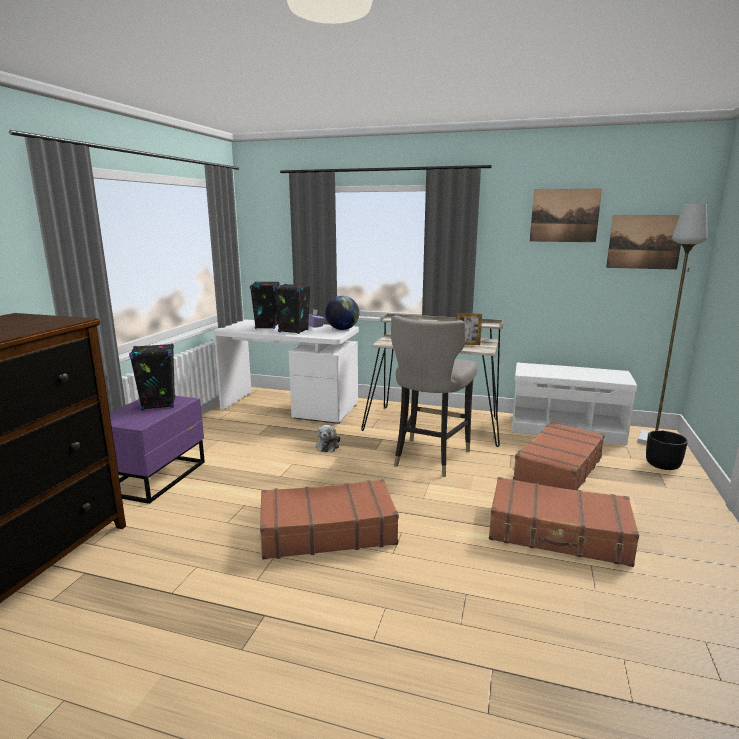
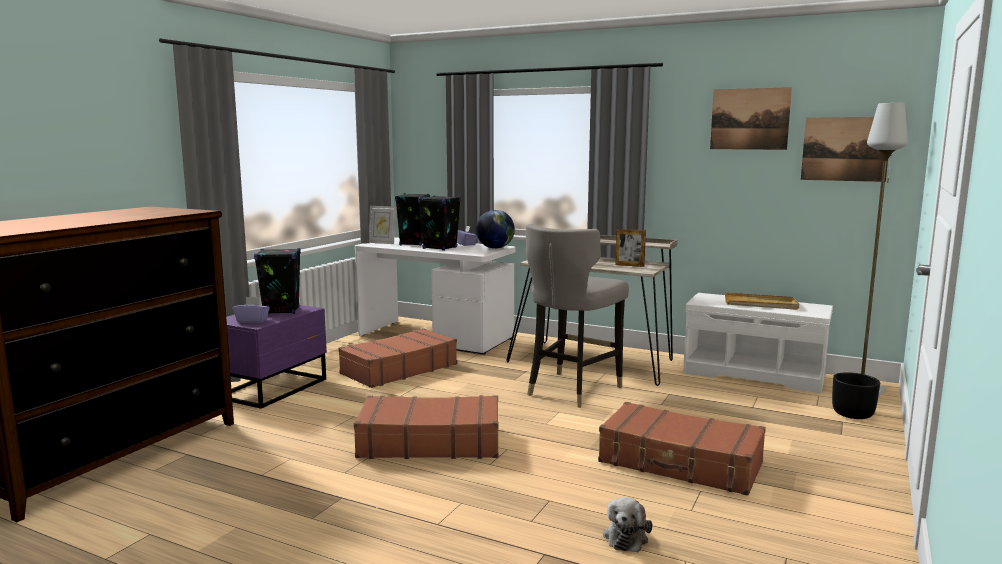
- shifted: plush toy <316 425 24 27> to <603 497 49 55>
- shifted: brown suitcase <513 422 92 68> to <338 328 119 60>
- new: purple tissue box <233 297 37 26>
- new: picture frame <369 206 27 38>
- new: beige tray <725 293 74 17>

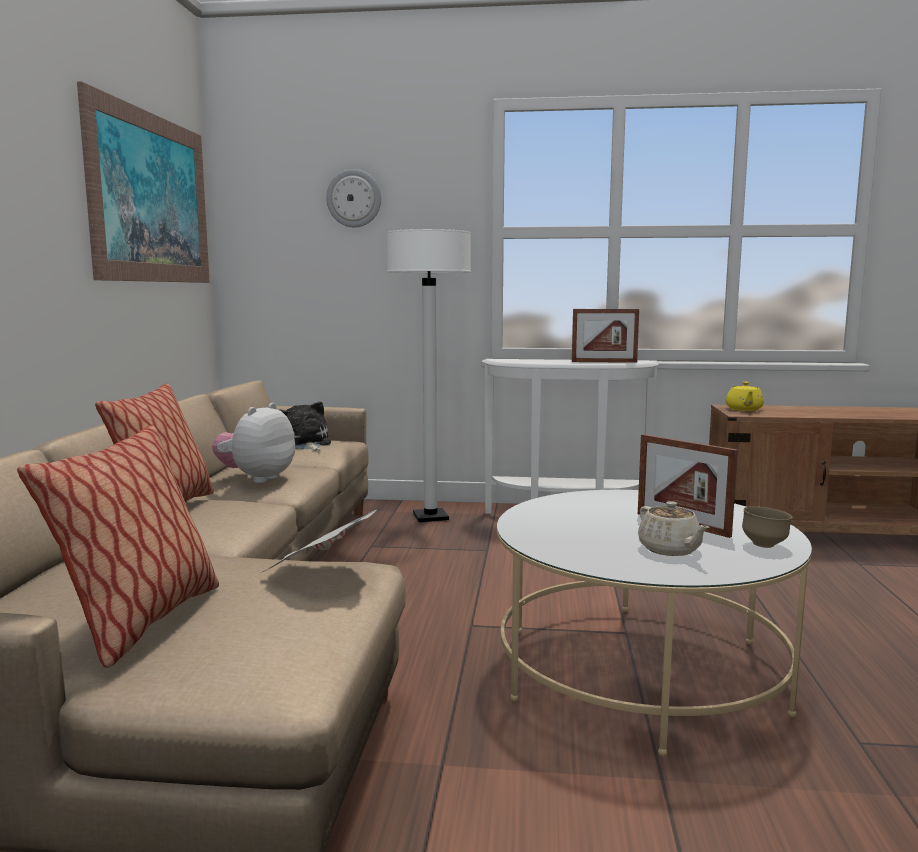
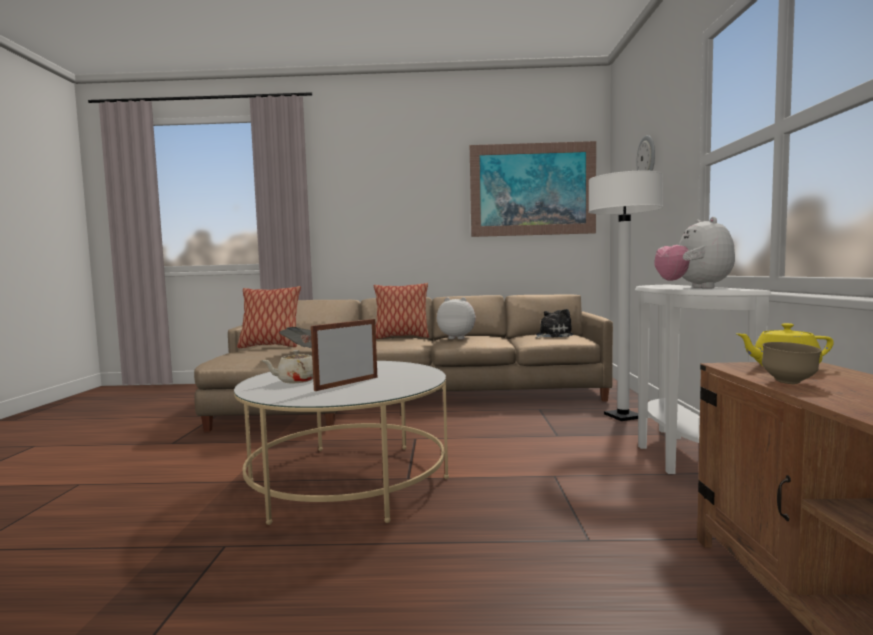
- swapped: picture frame <572 309 67 54> to plush toy <654 217 81 72>
- shifted: brown bowl <742 506 51 42> to <762 342 60 42>

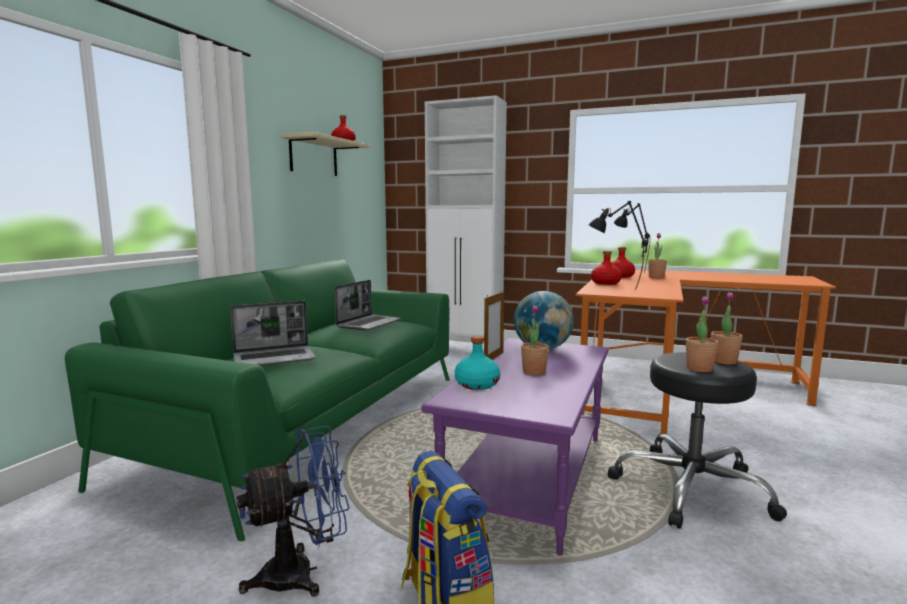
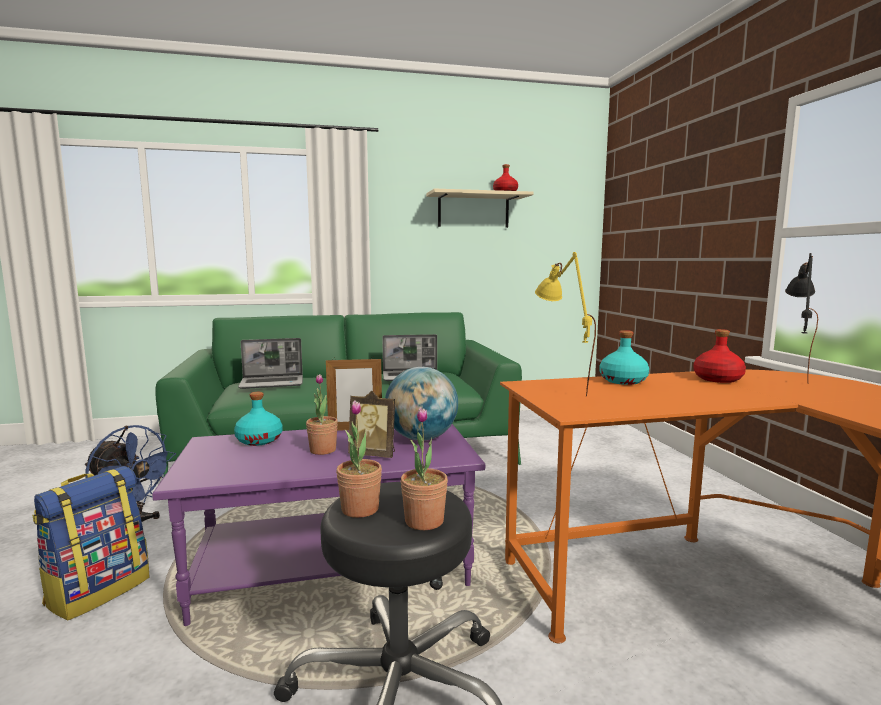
- rotated: laptop <230 301 86 65> = <238 338 65 51> 45 degrees counterclockwise
- gone: white cabinet <425 95 82 242>
- repainted: black table lamp <589 201 59 90> to yellow table lamp <535 252 61 145>
- repainted: red bottle <591 251 31 34> to turquoise bottle <600 330 49 55>
- gone: potted plant <648 233 19 46>
- new: picture frame <348 391 47 67>

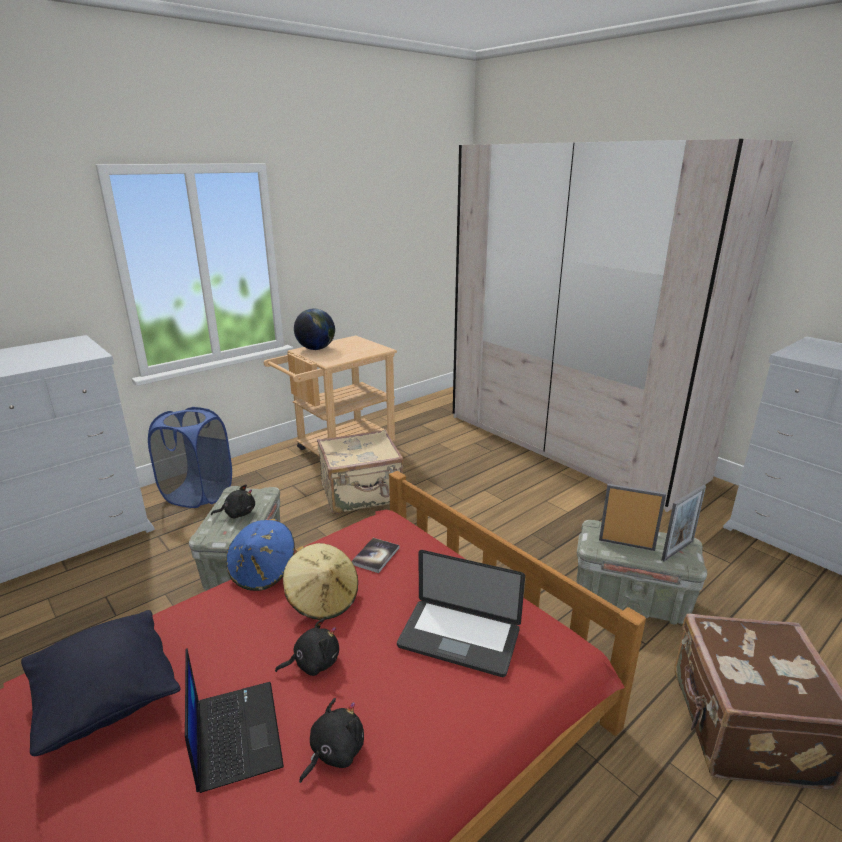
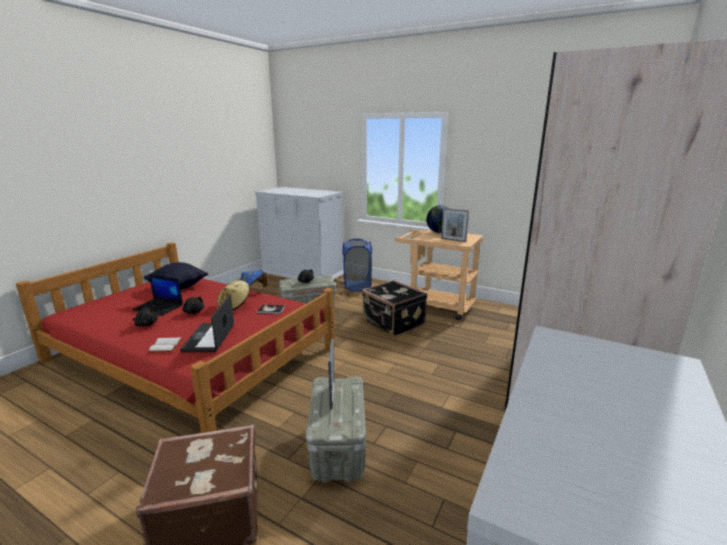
- rotated: laptop <185 648 99 145> = <132 275 51 41> 60 degrees clockwise
- repainted: beige suitcase <317 429 87 85> to black suitcase <362 280 65 56>
- shifted: picture frame <662 485 44 76> to <441 208 28 34>
- new: white book <148 338 35 14>

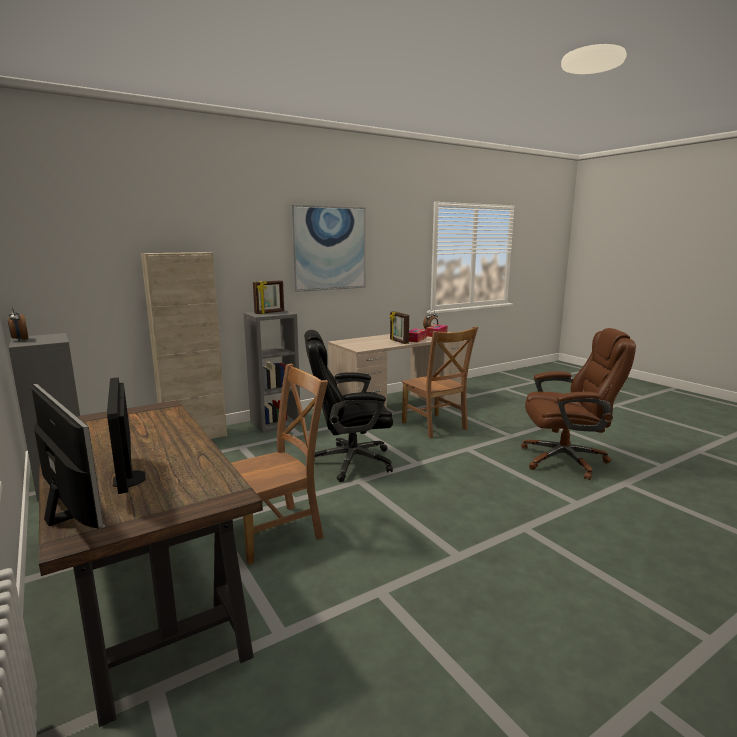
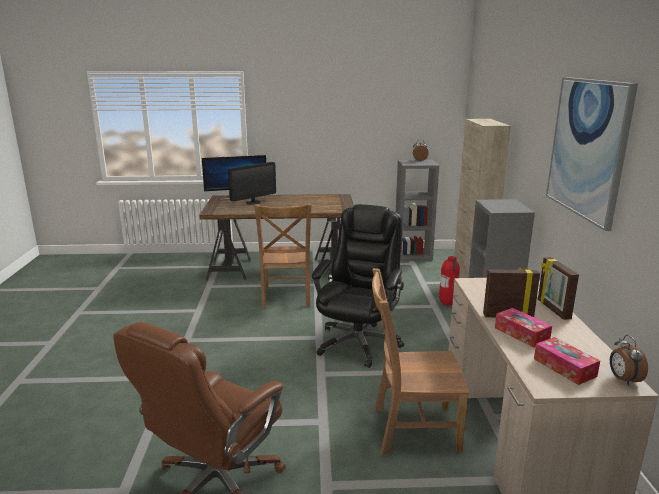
- rotated: monitor <107 378 39 116> = <228 162 48 43> 135 degrees clockwise
- shifted: picture frame <253 280 31 34> to <538 257 41 63>
- new: fire extinguisher <439 256 21 50>

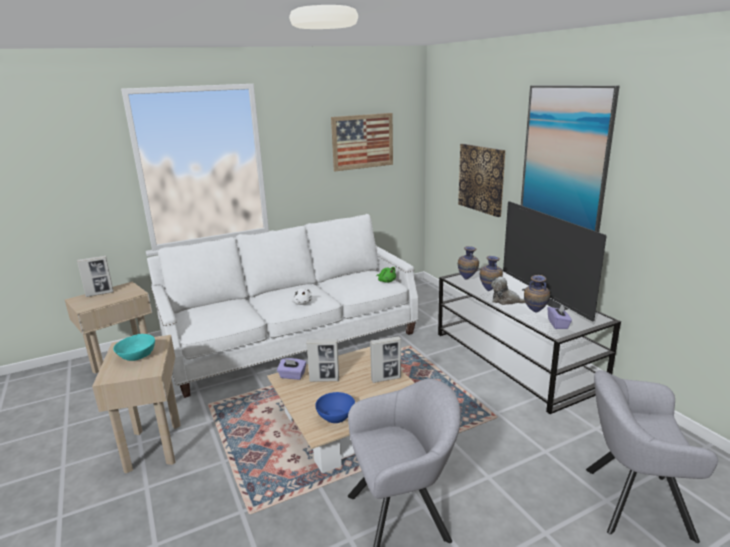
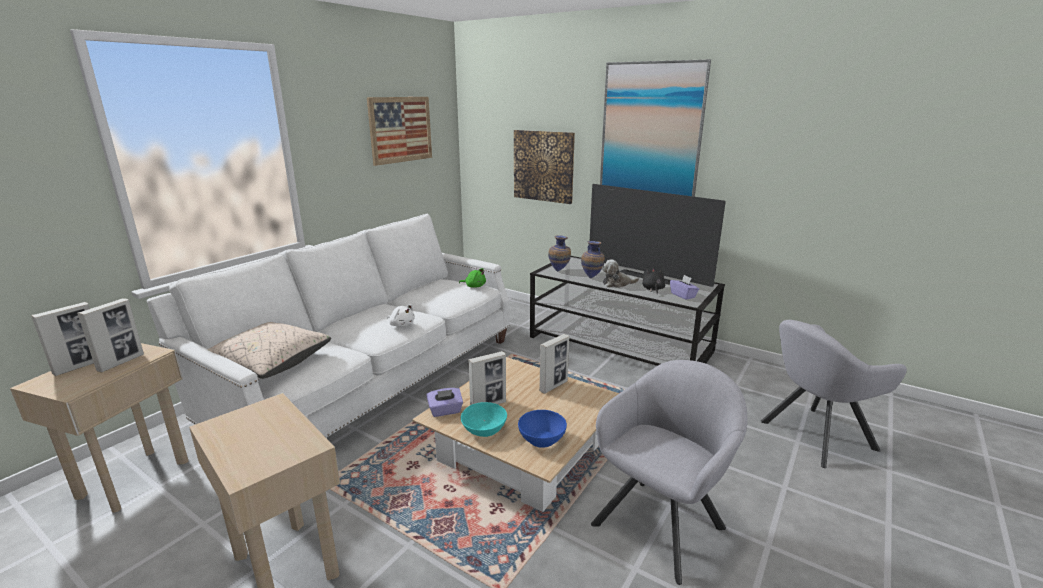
- shifted: turquoise bowl <113 334 42 27> to <461 402 46 35>
- swapped: vase <524 275 26 37> to black plush toy <642 269 23 25>
- new: picture frame <77 298 67 75>
- new: beige pillow <207 322 124 57>

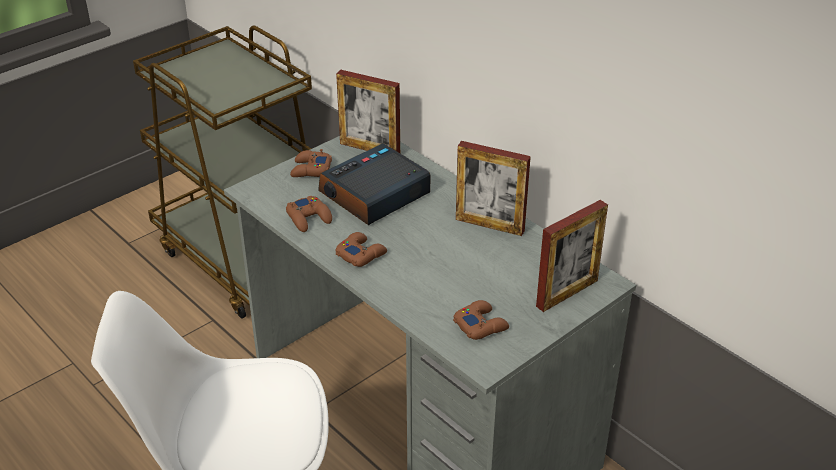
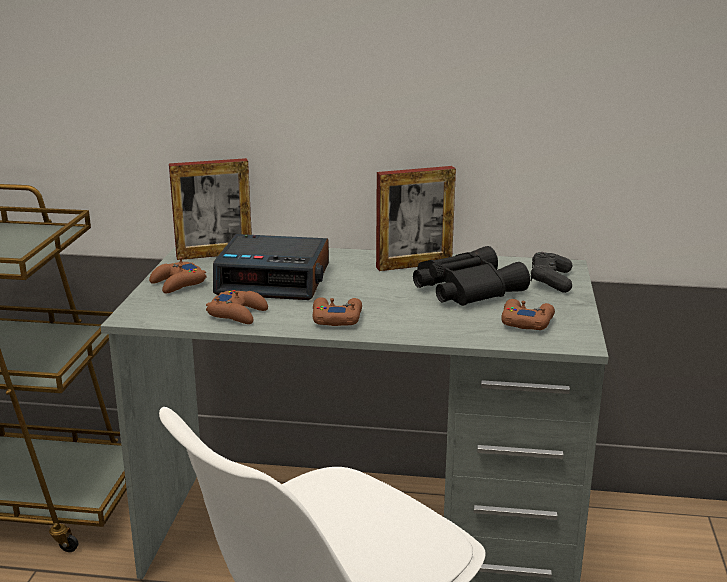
- rotated: alarm clock <318 143 113 82> = <213 234 116 66> 90 degrees counterclockwise
- swapped: picture frame <536 200 72 112> to black game controller <531 252 41 41>
- new: black binoculars <413 246 117 60>

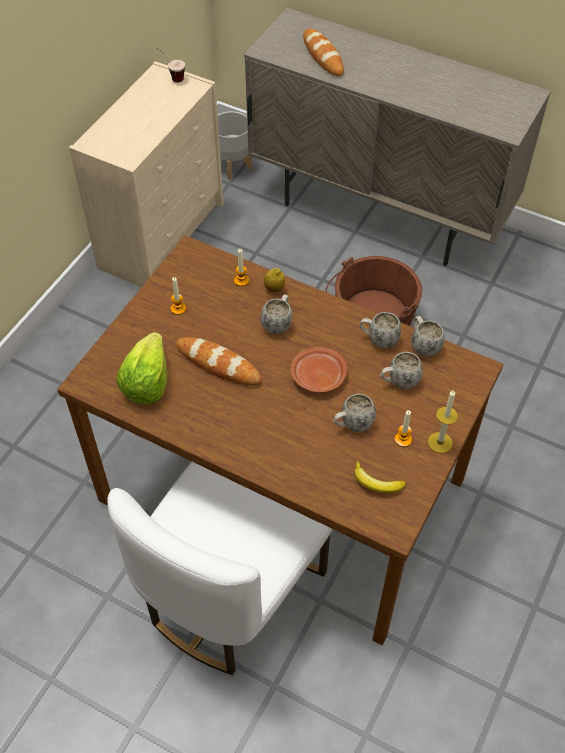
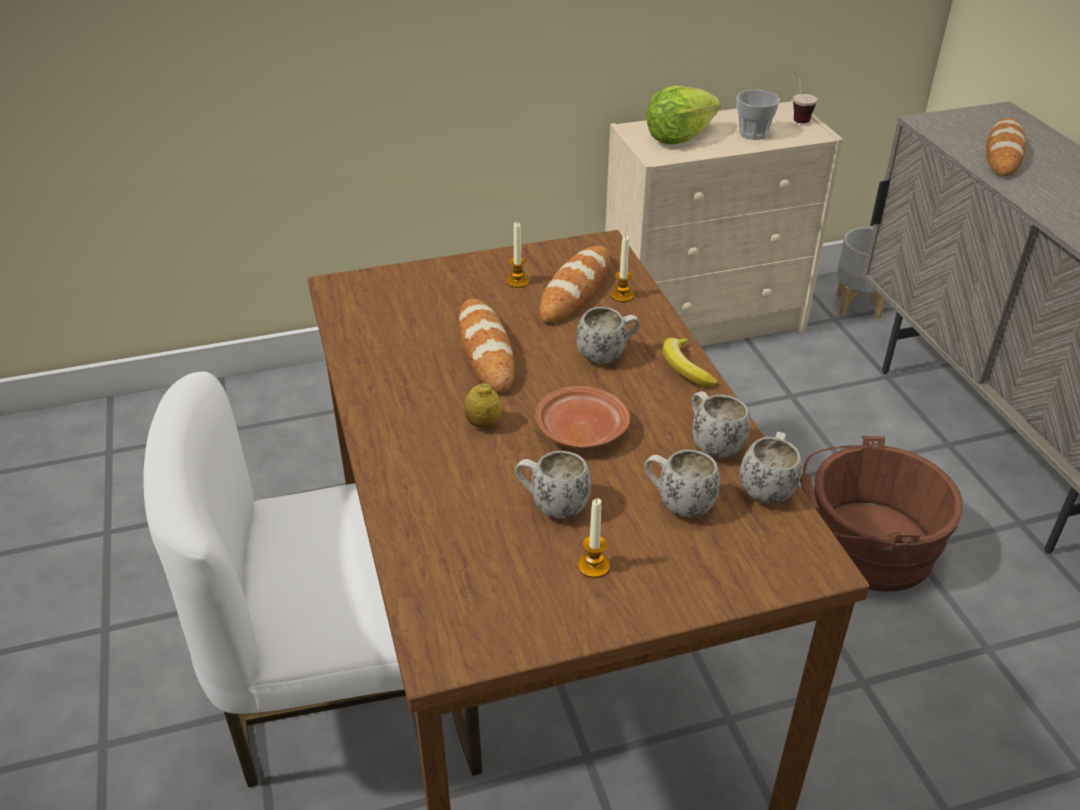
- shifted: lettuce <116 332 51 72> to <646 86 75 58>
- shifted: lemon <264 268 21 24> to <464 383 37 45>
- shifted: banana <354 460 52 33> to <662 338 56 49>
- gone: candle <428 389 30 64>
- new: bread <539 246 71 77>
- new: cup <737 90 43 50>

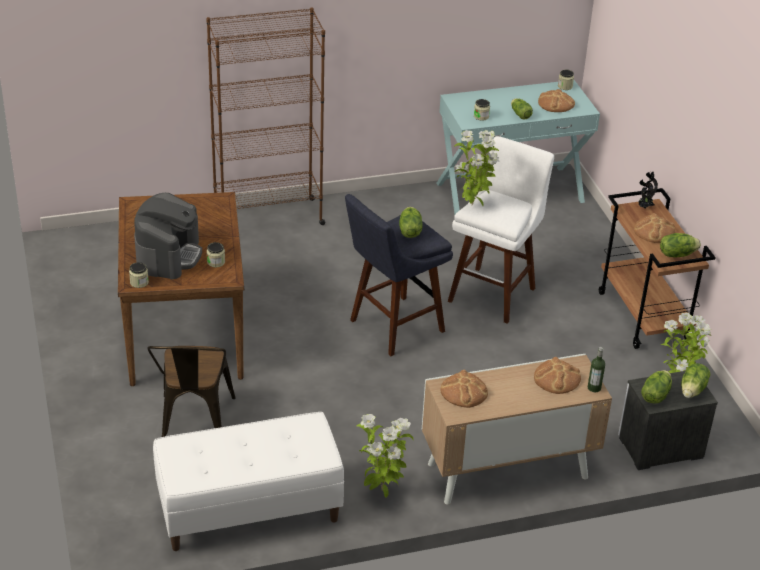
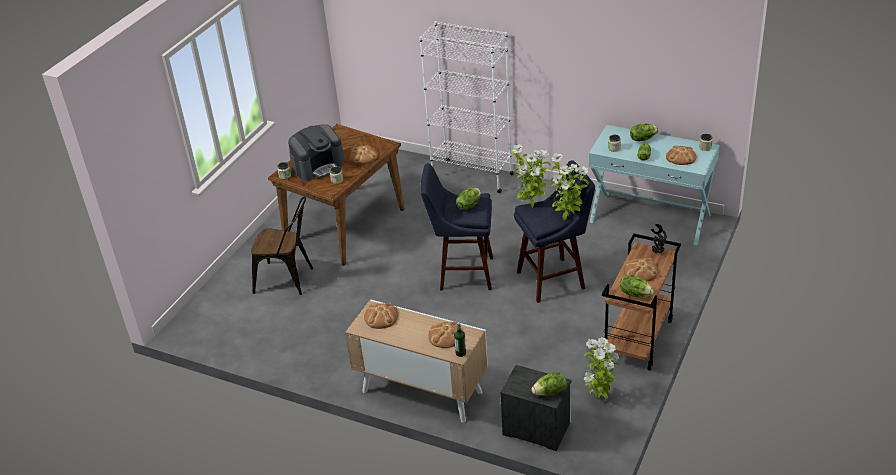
- rotated: brown chair <148 346 87 91> = <251 197 63 98> 120 degrees counterclockwise
- gone: white bench <153 412 191 139>
- repainted: brown bookcase <206 7 120 218> to white bookcase <419 21 95 172>
- shifted: potted plant <356 414 57 84> to <551 153 38 67>
- repainted: white stool <448 136 106 188> to blue stool <514 160 81 143>
- shifted: lettuce <641 370 31 34> to <630 124 28 17>
- new: bread <349 145 29 19>

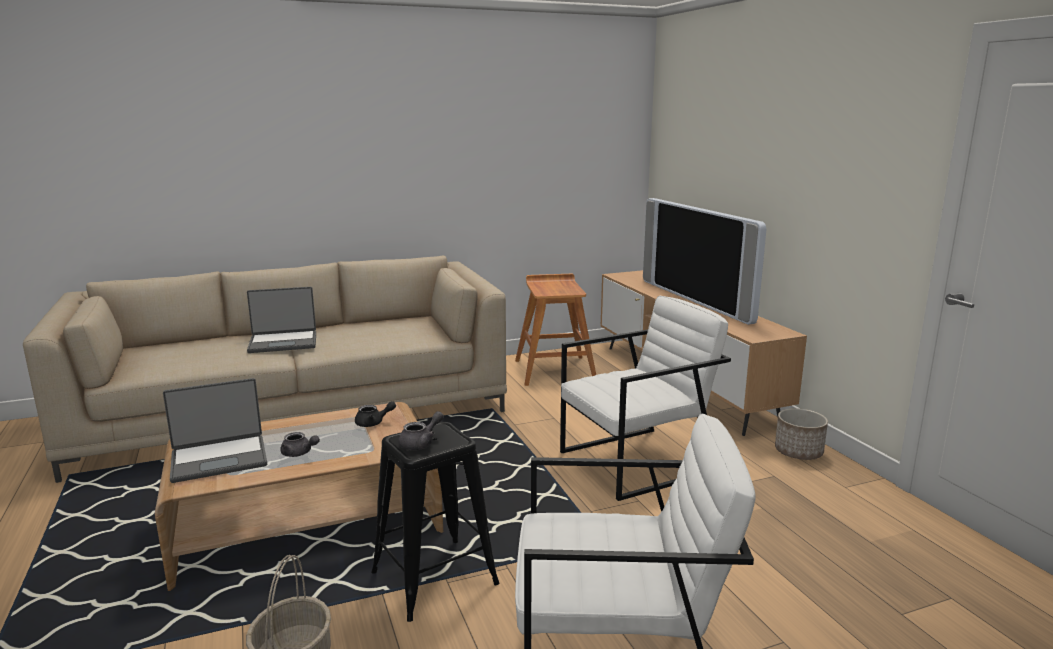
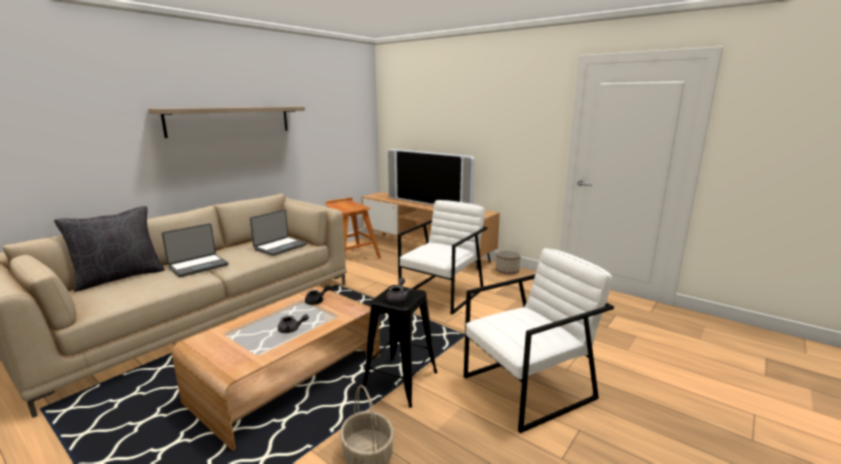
- shifted: laptop <163 378 104 105> to <250 210 57 46>
- new: black pillow <54 206 111 86>
- new: shelf <148 107 157 31>

